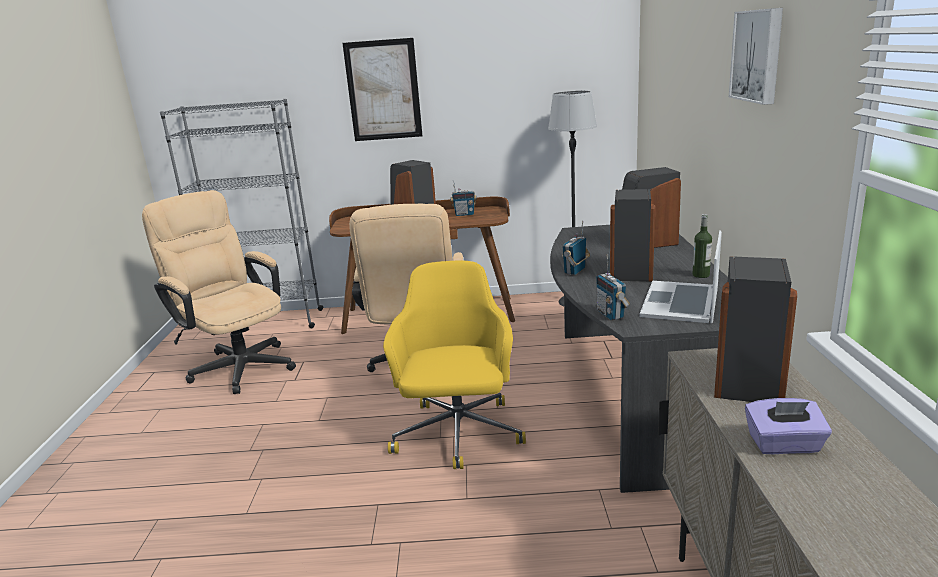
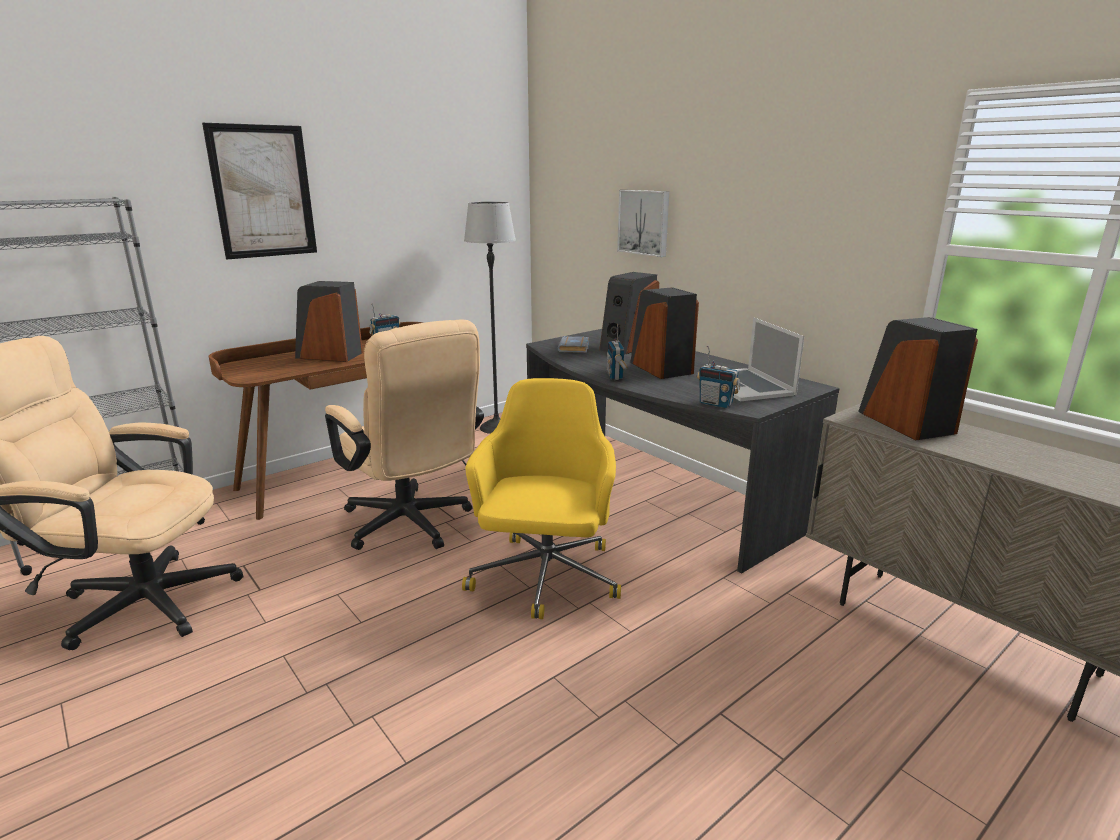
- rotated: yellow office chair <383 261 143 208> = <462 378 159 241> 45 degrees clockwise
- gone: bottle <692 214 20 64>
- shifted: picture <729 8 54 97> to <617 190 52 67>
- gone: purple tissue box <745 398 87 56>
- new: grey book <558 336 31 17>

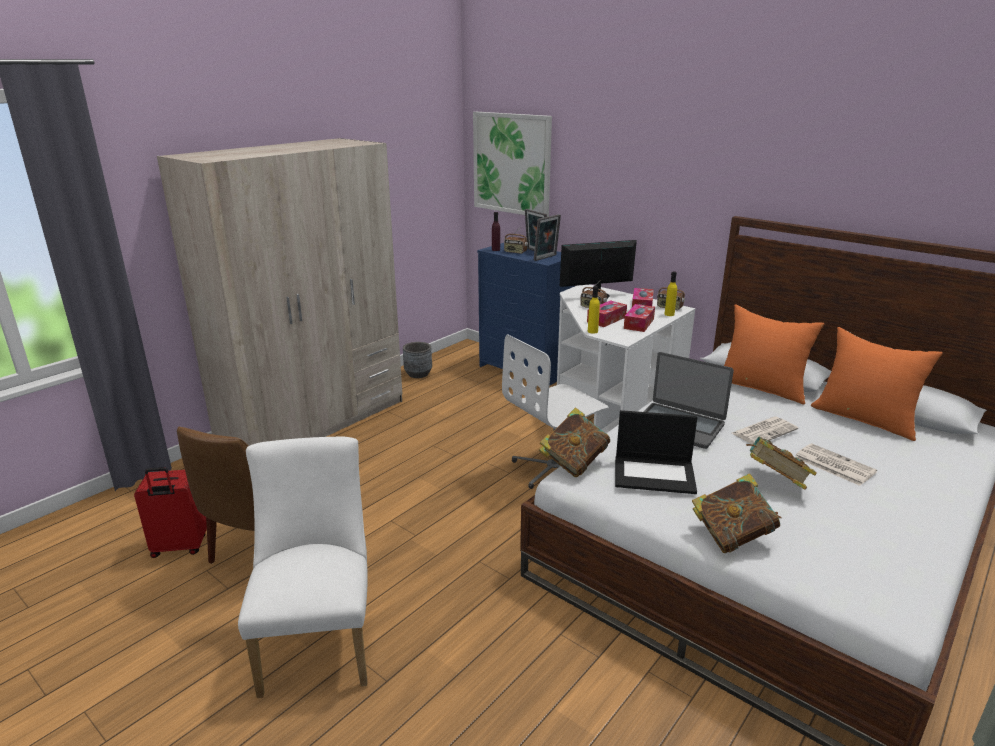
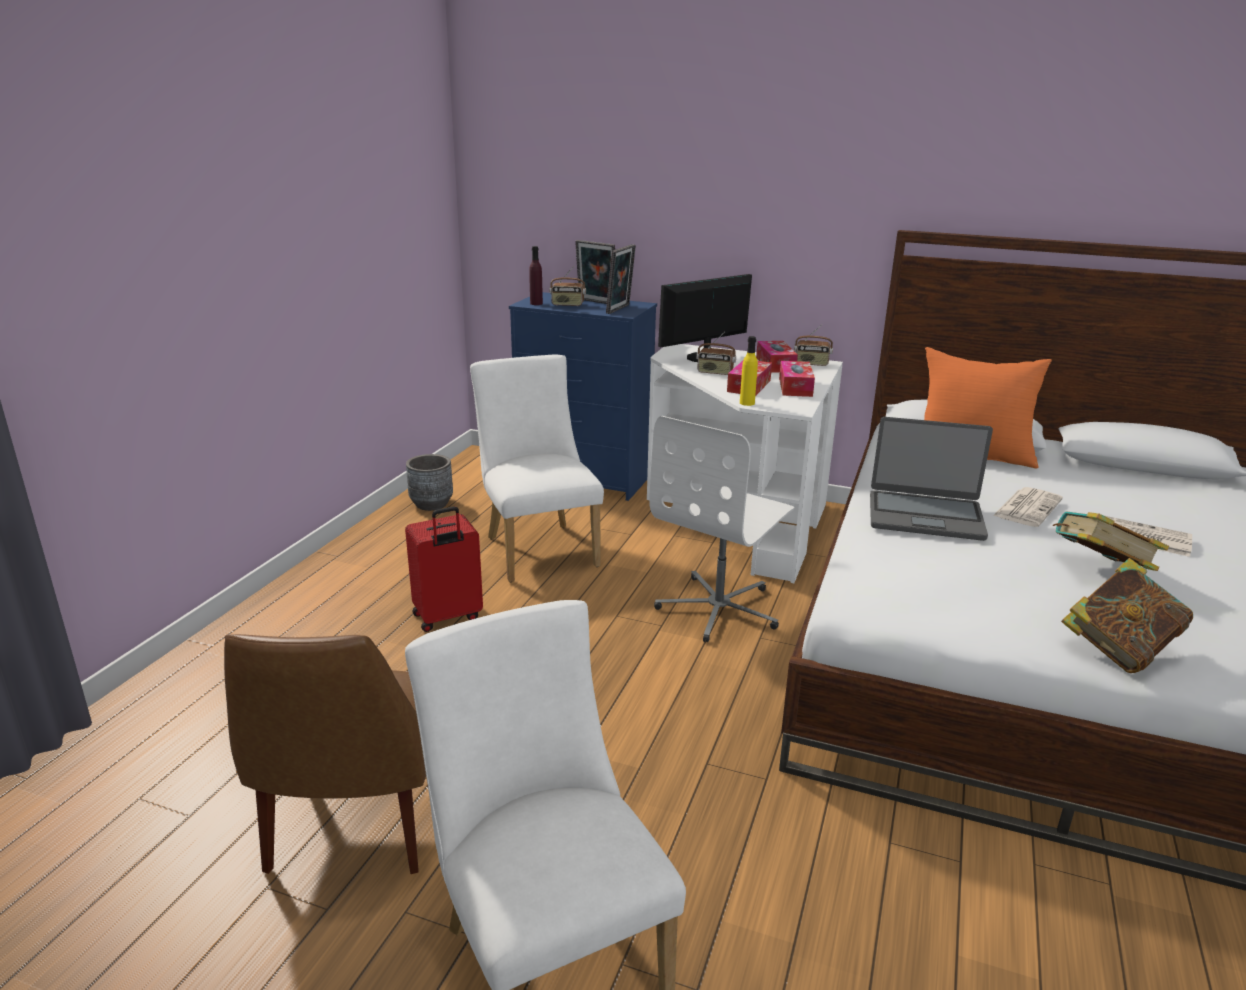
- shifted: red suitcase <134 467 73 91> to <405 506 78 126>
- gone: beige wardrobe <157 138 245 308>
- gone: picture <473 112 79 105>
- gone: book <539 407 71 70>
- gone: laptop <615 410 82 84>
- gone: yellow bottle <665 271 12 45>
- gone: orange pillow <811 327 132 114>
- new: white chair <470 355 134 227>

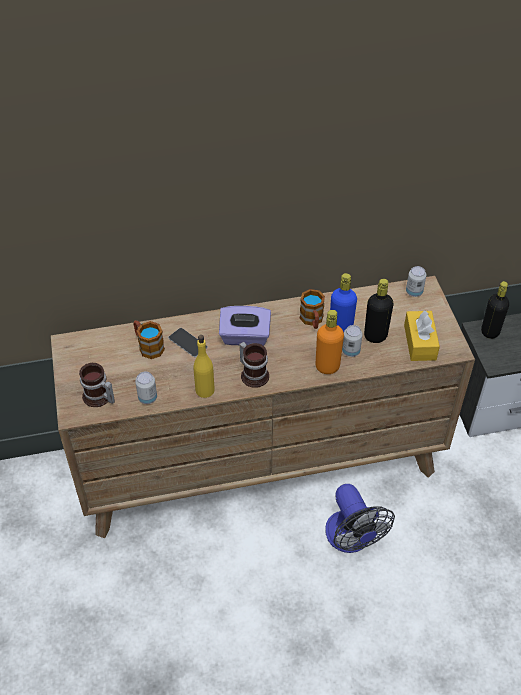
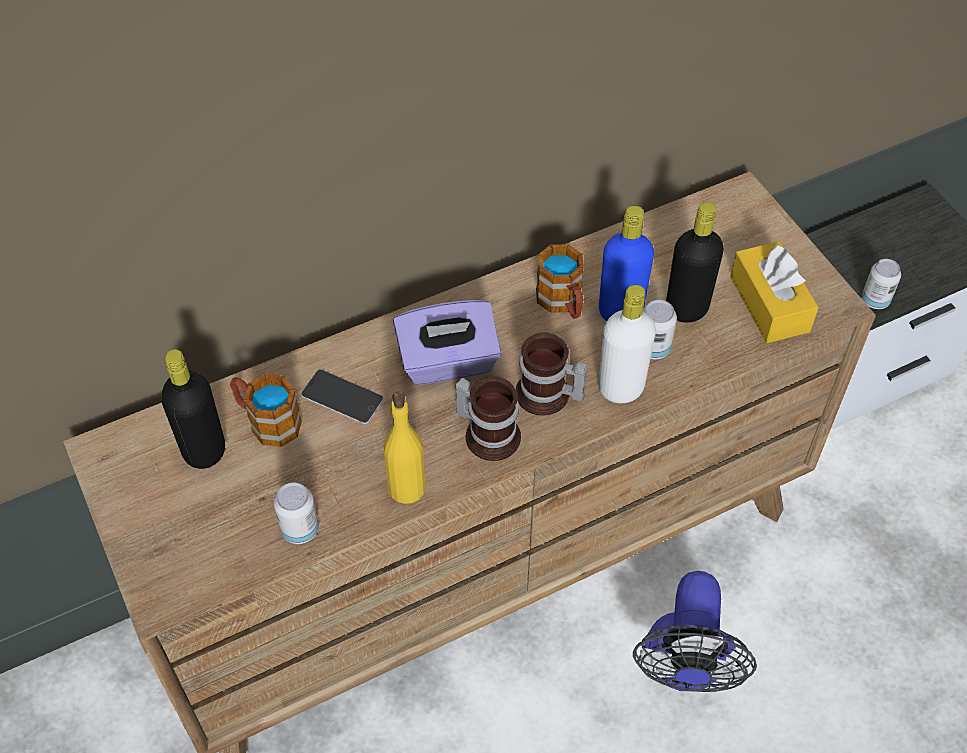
- shifted: mug <79 363 36 44> to <515 332 73 84>
- repainted: orange bottle <316 310 28 64> to white bottle <598 285 58 118>
- rotated: fan <325 484 70 69> = <633 571 124 121> 45 degrees clockwise
- shifted: can <406 266 20 31> to <862 259 39 50>
- shifted: black bottle <481 281 28 58> to <161 349 64 120>

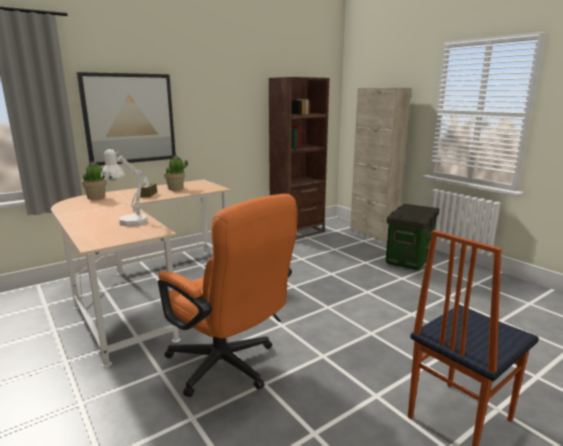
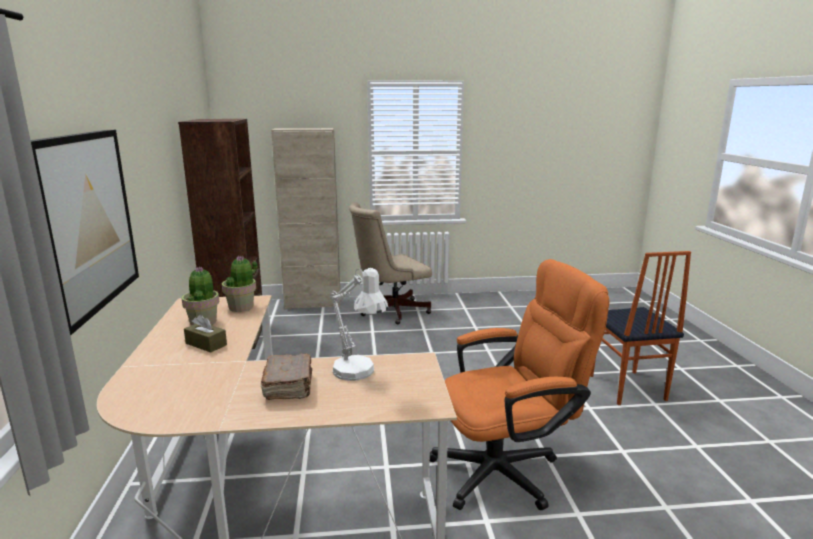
- shifted: potted plant <82 161 25 39> to <222 256 36 56>
- swapped: storage box <386 204 53 66> to beige office chair <349 202 83 123>
- new: brown book <261 353 51 47>

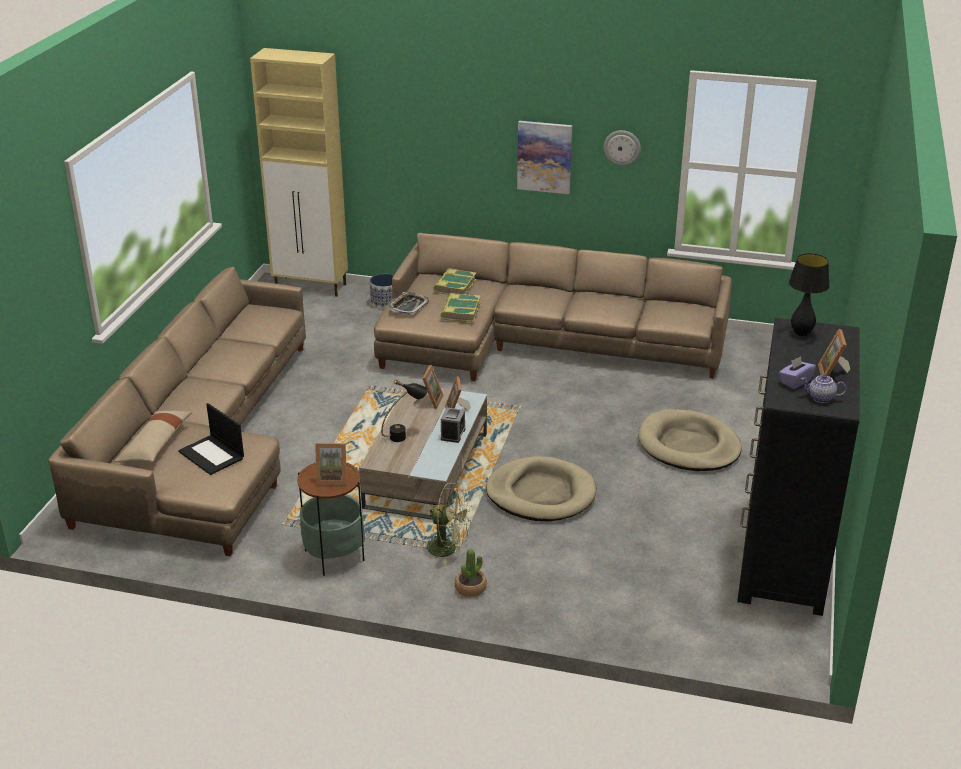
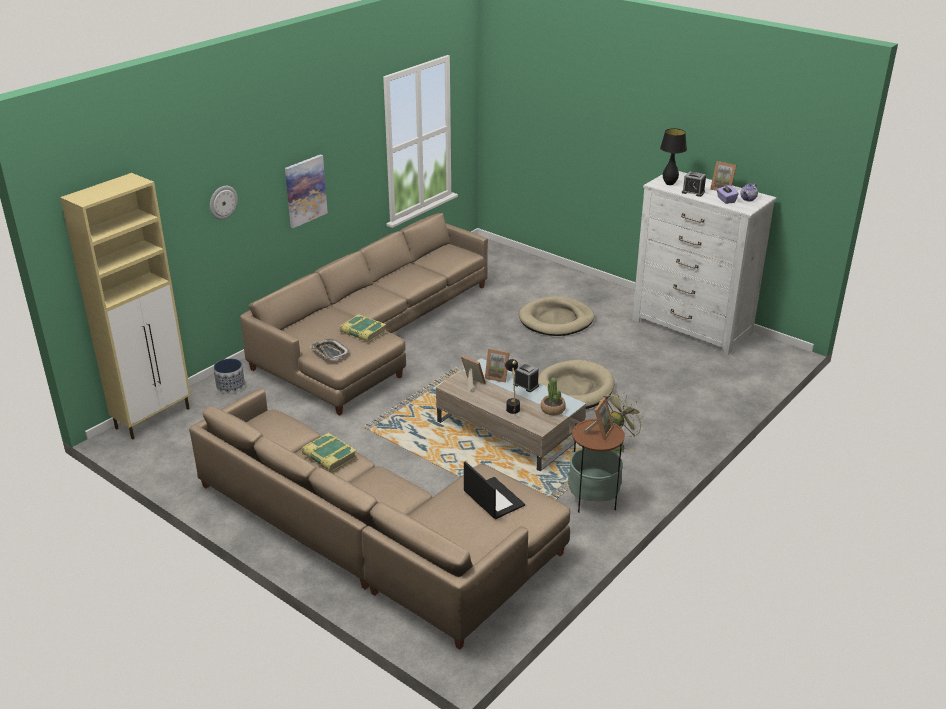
- gone: beige pillow <114 411 78 52>
- rotated: laptop <178 403 66 72> = <464 461 61 58> 105 degrees counterclockwise
- shifted: book <433 268 43 27> to <302 433 55 39>
- shifted: potted plant <455 549 32 48> to <541 378 25 37>
- shifted: wall clock <603 130 38 36> to <210 186 28 34>
- repainted: black dresser <737 318 123 298> to white dresser <632 171 145 184>
- new: alarm clock <682 172 24 25>

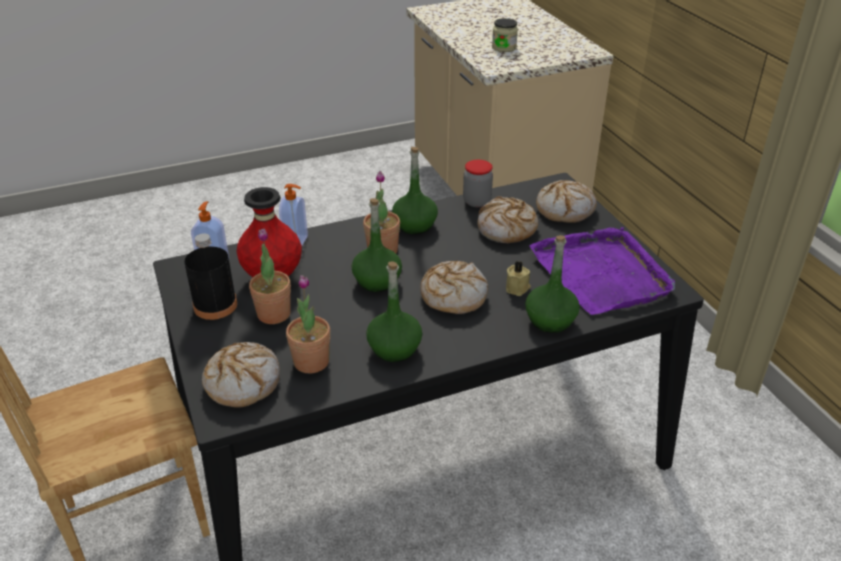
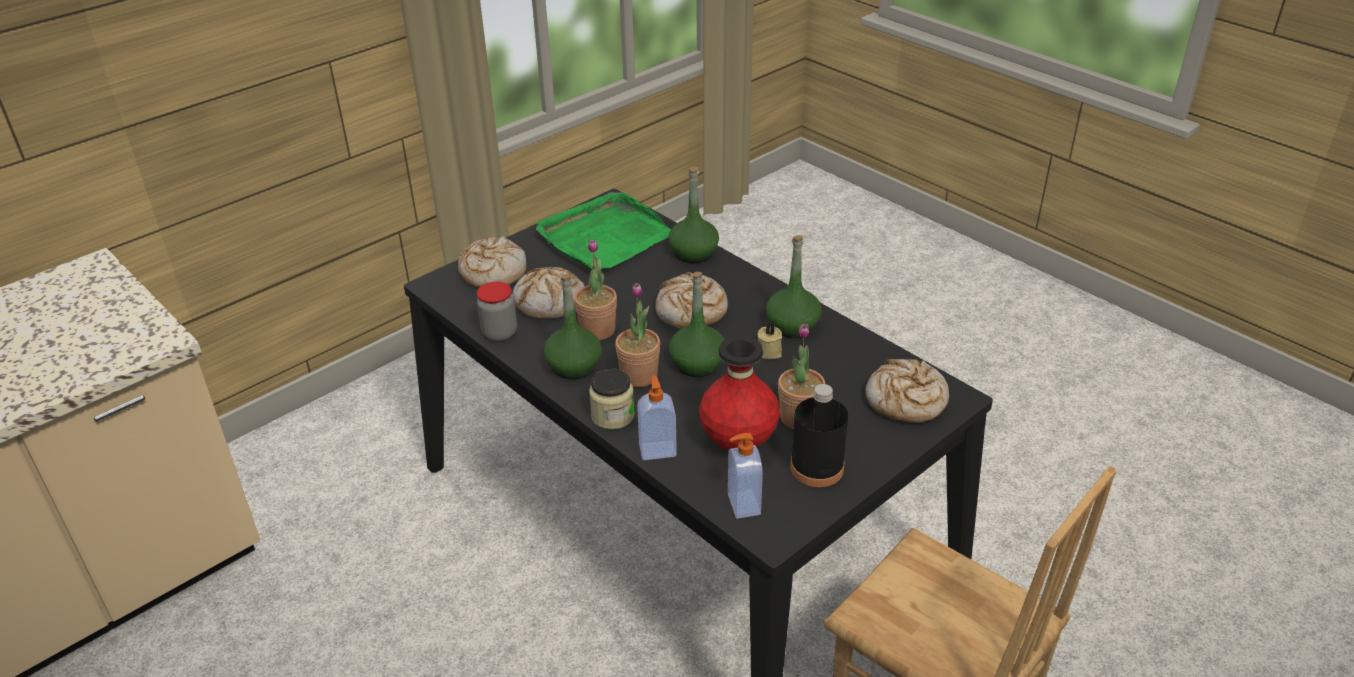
- shifted: potted plant <286 275 44 99> to <574 240 43 100>
- shifted: jar <492 18 26 34> to <589 368 46 62>
- shifted: beige candle <506 261 25 35> to <758 322 24 38>
- repainted: purple tray <529 227 146 88> to green tray <536 192 135 78>

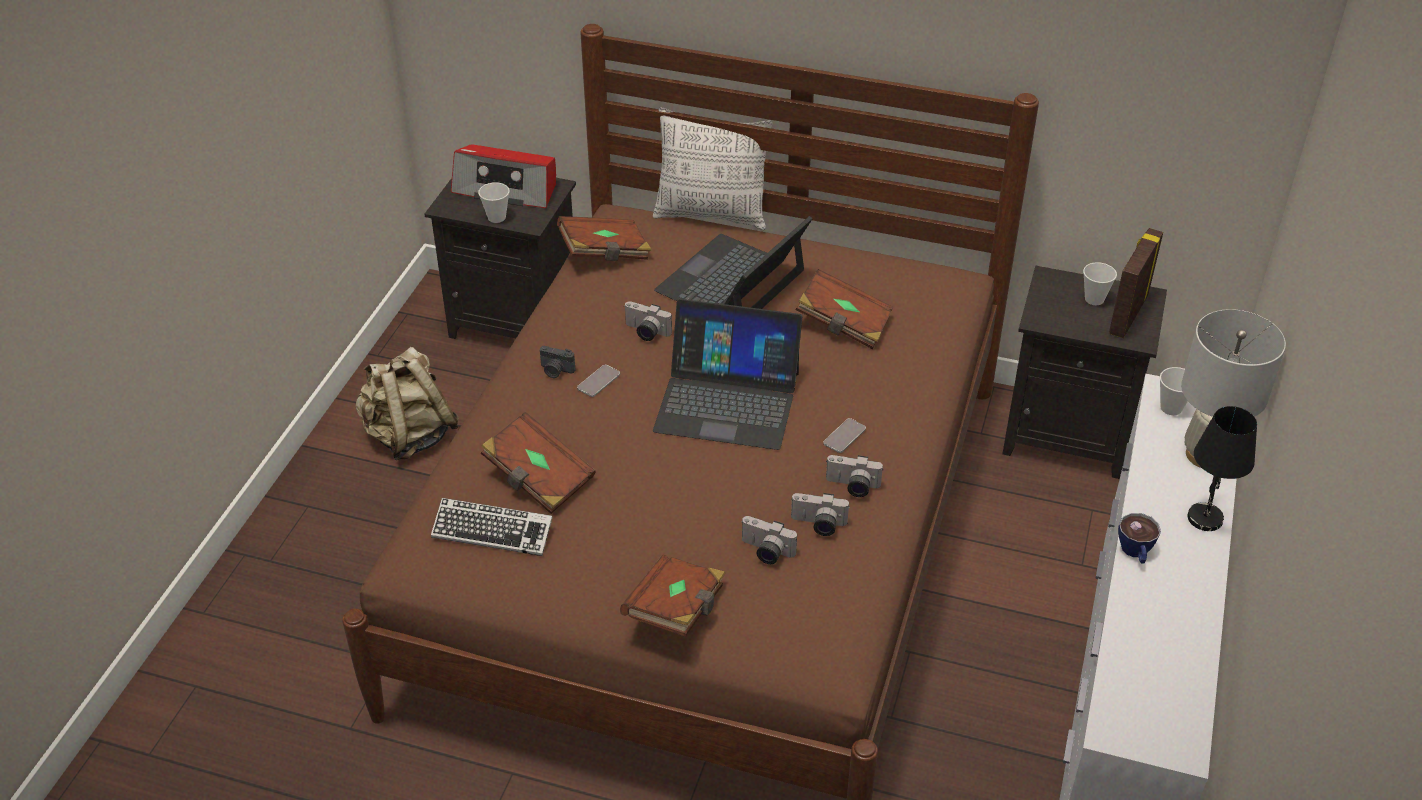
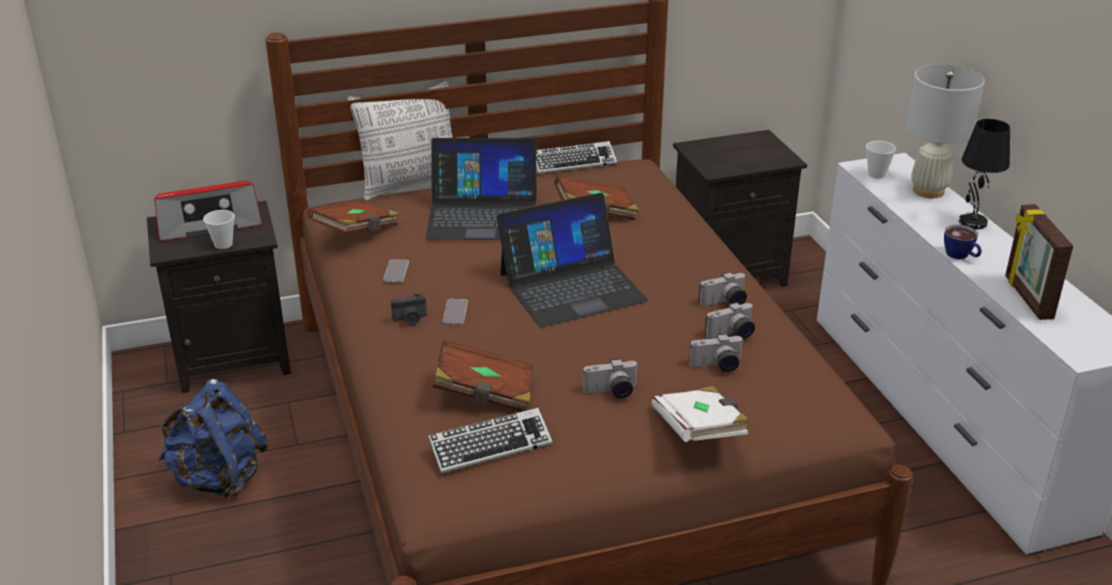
- repainted: beige backpack <355 347 104 113> to blue backpack <158 379 110 121>
- repainted: brown book <620 555 106 82> to white book <652 386 97 56>
- shifted: photo camera <624 301 48 40> to <583 358 56 41>
- rotated: laptop <654 216 158 93> = <425 138 112 102> 90 degrees counterclockwise
- shifted: phone <823 418 43 35> to <383 260 26 23>
- gone: cup <1083 262 34 43>
- shifted: picture frame <1109 228 54 110> to <1005 204 68 116>
- new: keyboard <536 141 81 33>

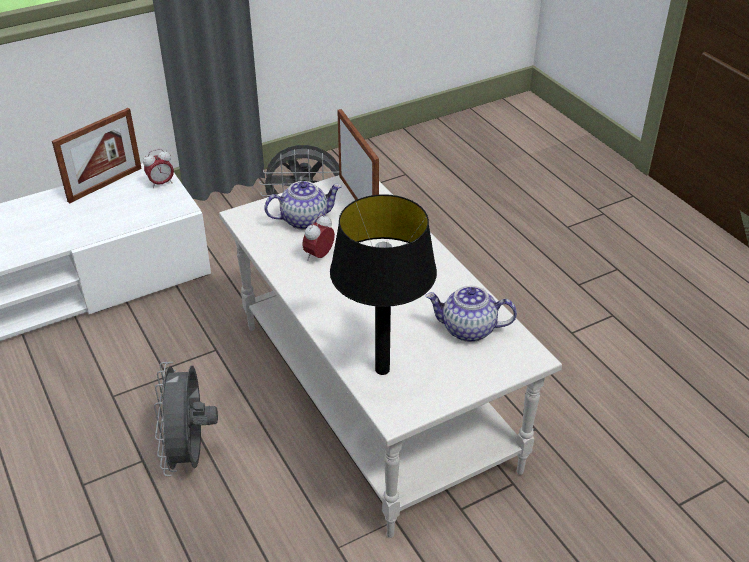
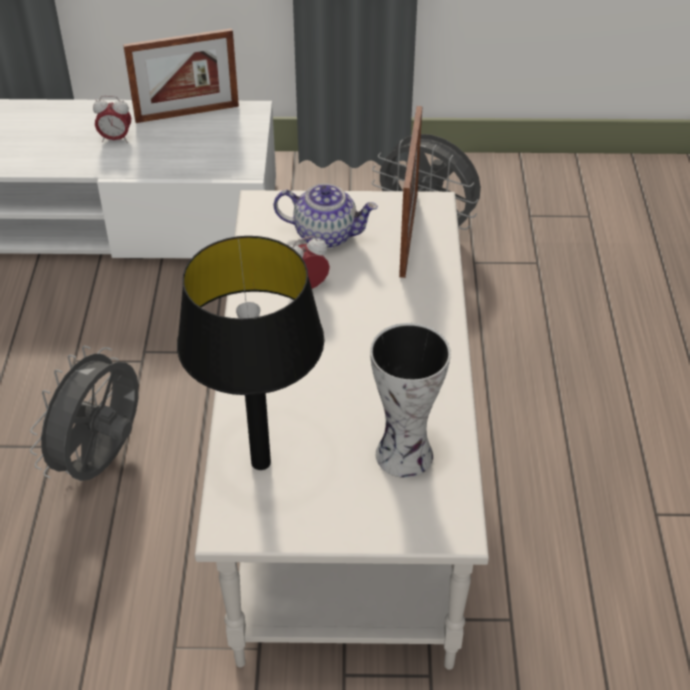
- shifted: alarm clock <143 149 31 40> to <93 96 38 47>
- swapped: teapot <425 285 92 57> to vase <370 323 81 155>

